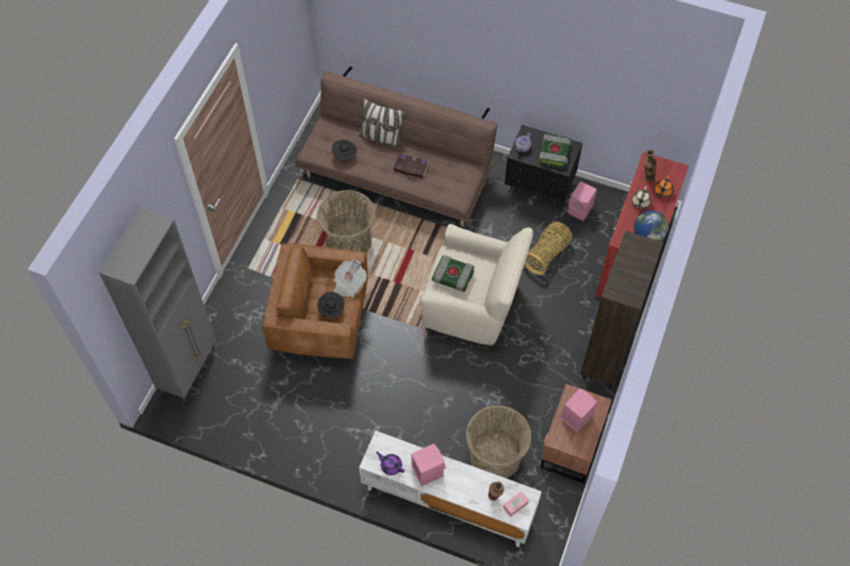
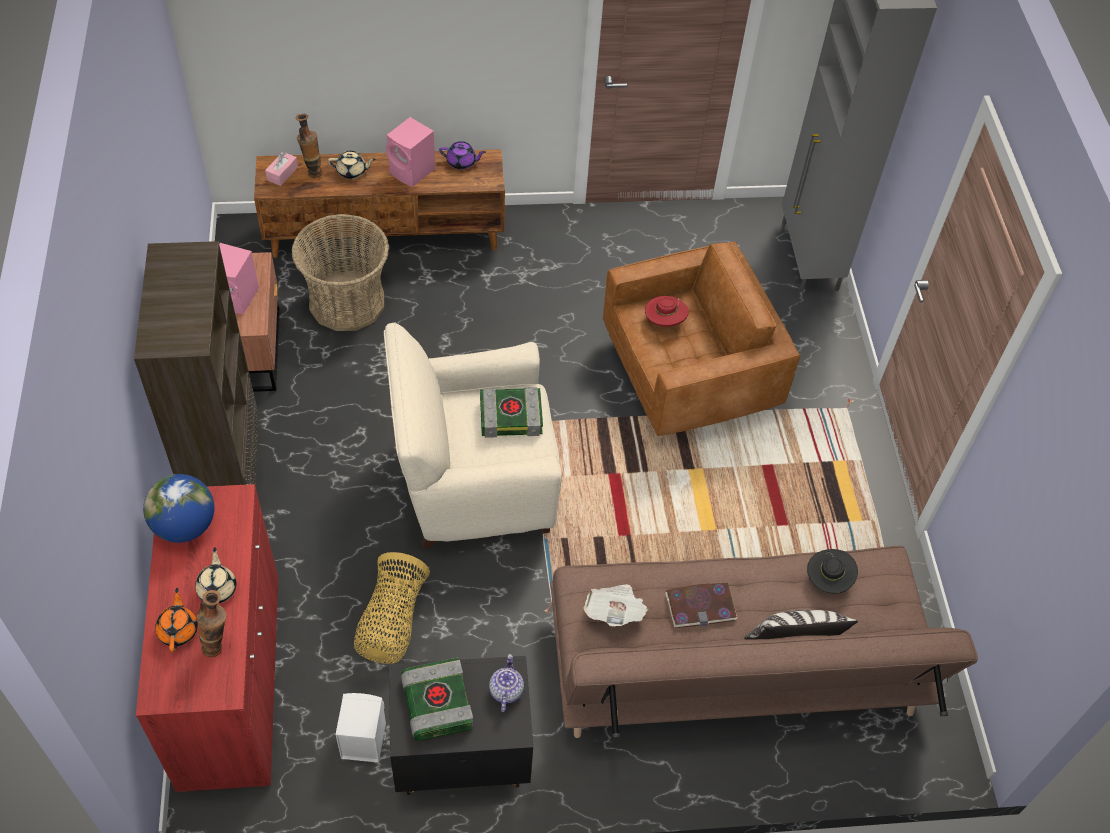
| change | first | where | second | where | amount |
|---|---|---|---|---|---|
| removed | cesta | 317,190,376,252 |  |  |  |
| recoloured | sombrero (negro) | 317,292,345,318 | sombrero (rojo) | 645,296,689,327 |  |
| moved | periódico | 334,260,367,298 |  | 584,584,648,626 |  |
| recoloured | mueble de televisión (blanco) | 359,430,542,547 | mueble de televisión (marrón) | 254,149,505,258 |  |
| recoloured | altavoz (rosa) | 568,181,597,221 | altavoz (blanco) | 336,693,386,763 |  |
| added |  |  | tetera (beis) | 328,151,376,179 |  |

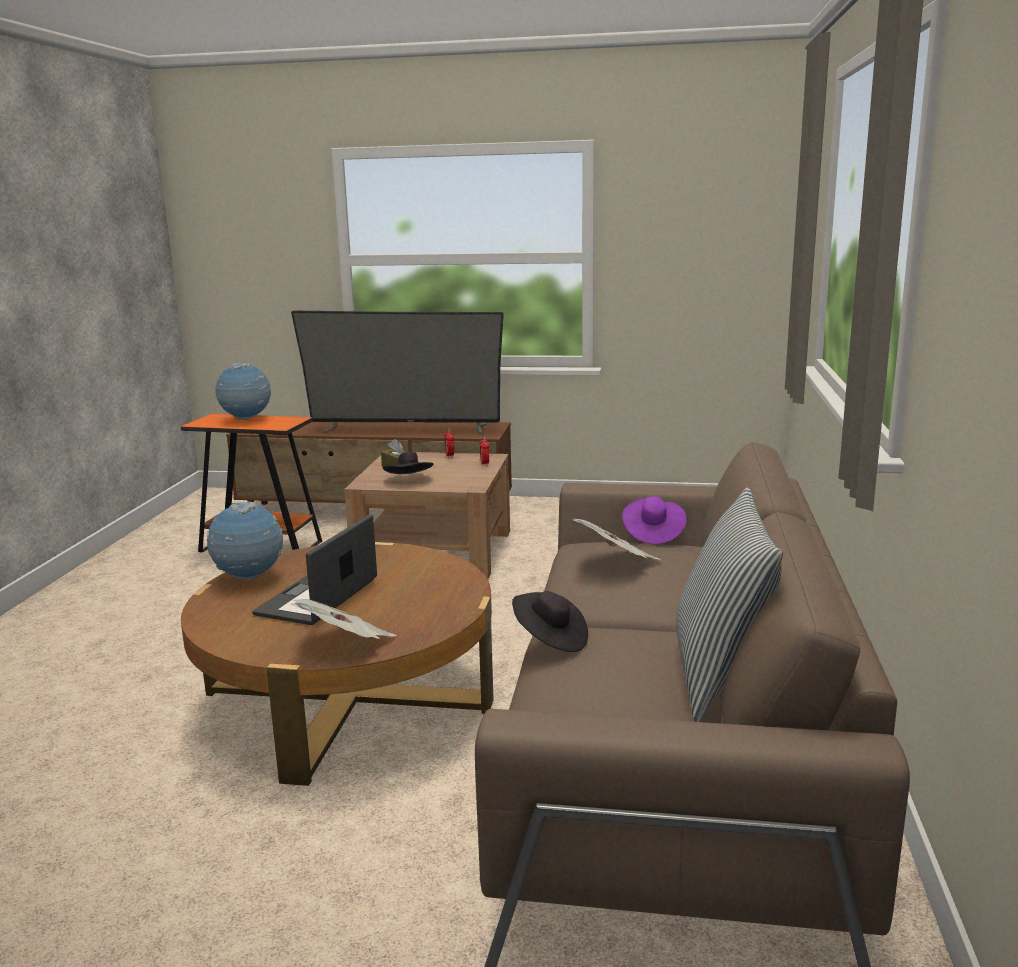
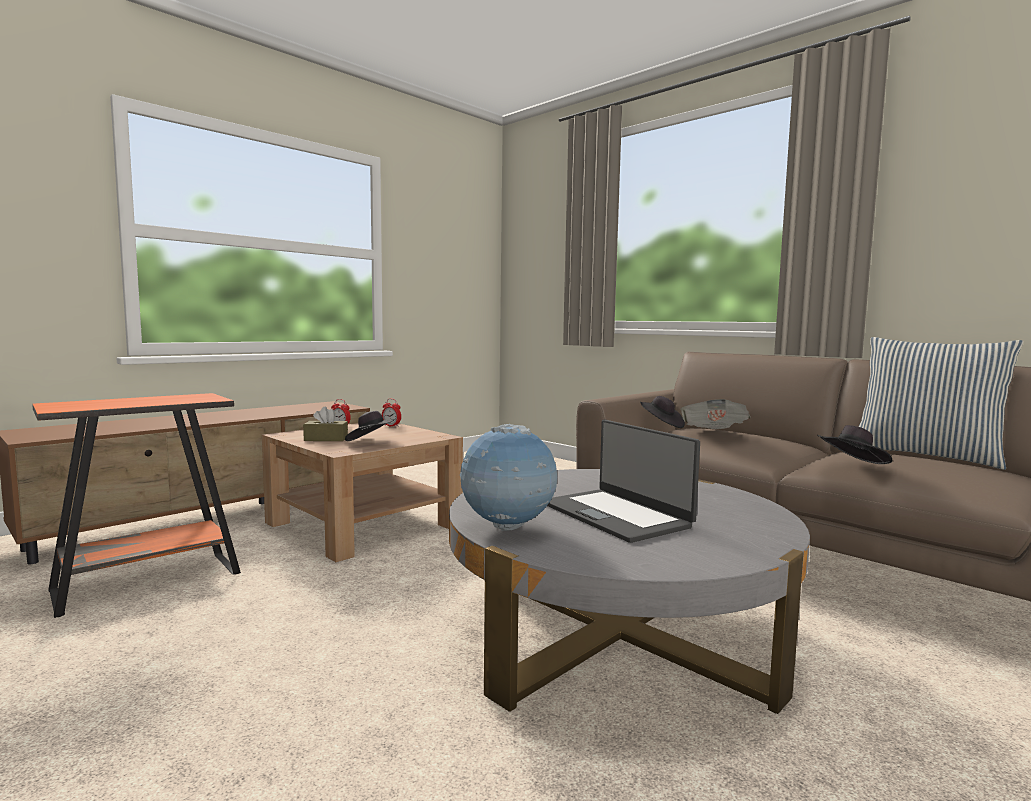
| change | first | where | second | where | amount |
|---|---|---|---|---|---|
| recoloured | mesa de centro (marrón) | 181,542,494,786 | mesa de centro (gris) | 449,469,810,714 |  |
| removed | globo terráqueo | 215,362,271,420 |  |  |  |
| removed | televisor | 291,311,504,434 |  |  |  |
| removed | periódico | 291,599,397,639 |  |  |  |
| recoloured | sombrero (morado) | 622,496,687,544 | sombrero (negro) | 640,396,685,428 |  |

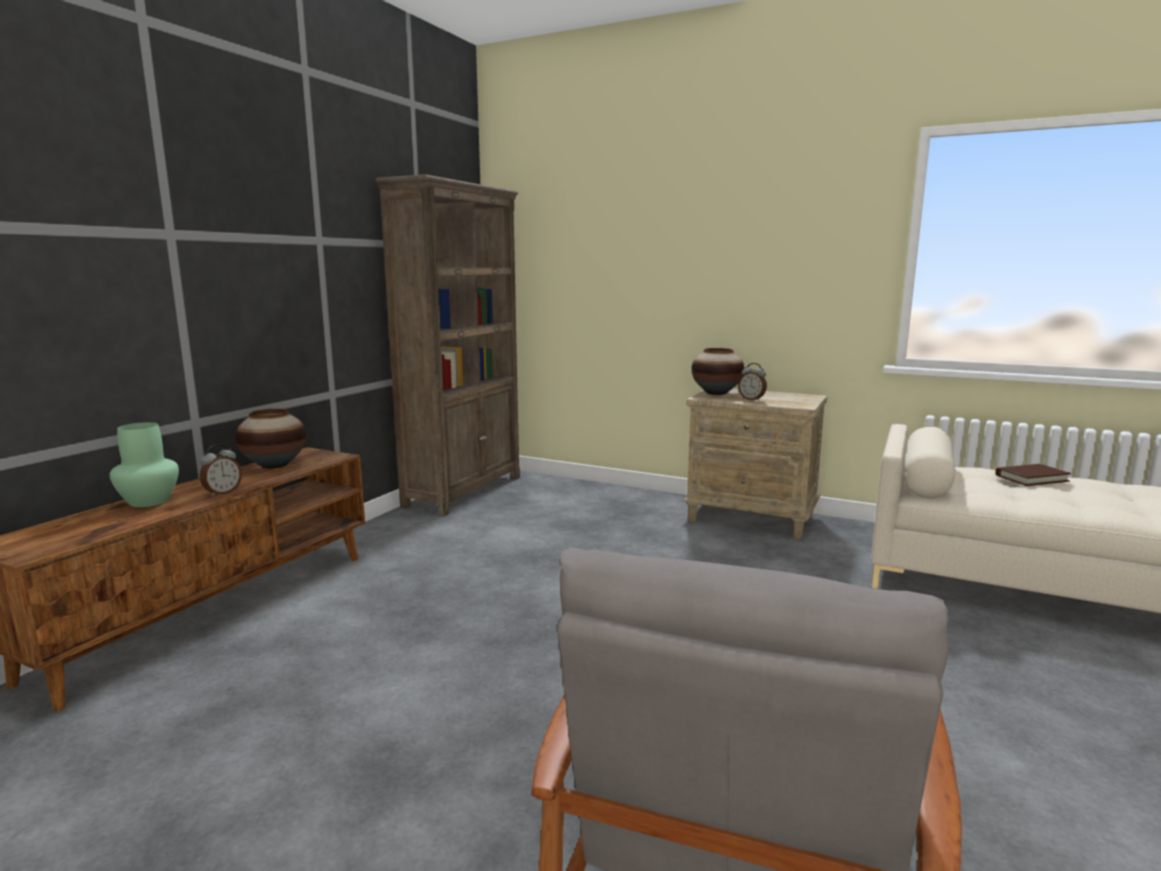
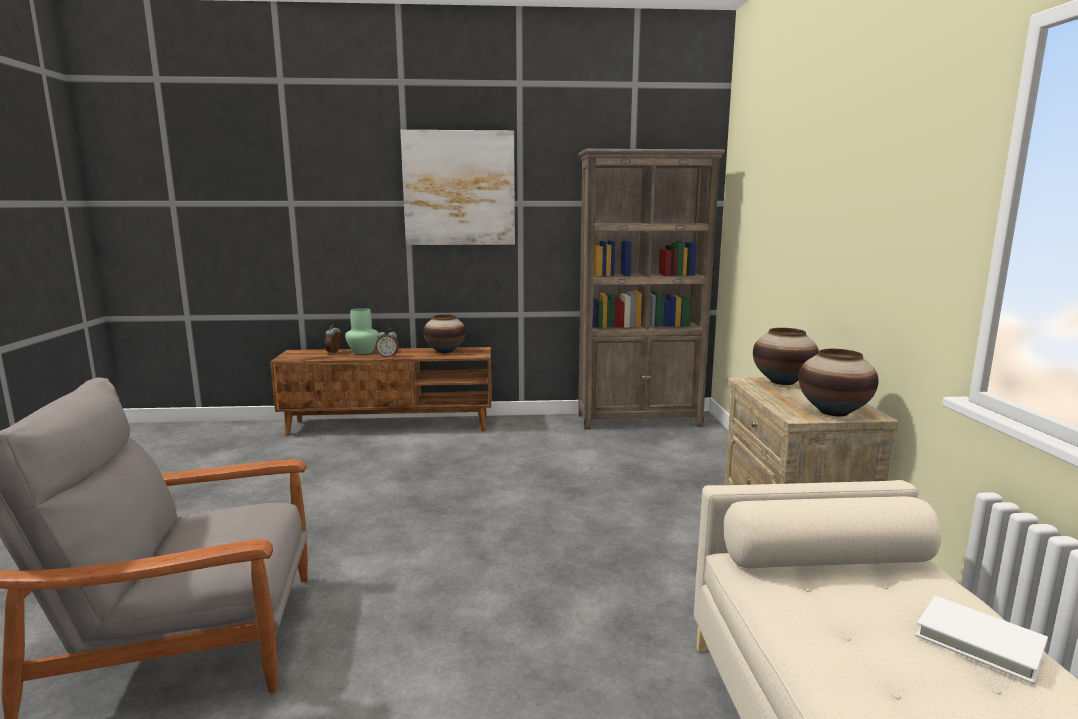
| change | first | where | second | where | amount |
|---|---|---|---|---|---|
| moved | despertador | 738,363,767,401 |  | 325,324,341,354 |  |
| recoloured | libro (marrón) | 995,464,1071,486 | libro (blanco) | 915,596,1048,684 |  |
| added |  |  | cuadro | 400,130,515,245 |  |
| added |  |  | florero | 799,349,879,416 |  |

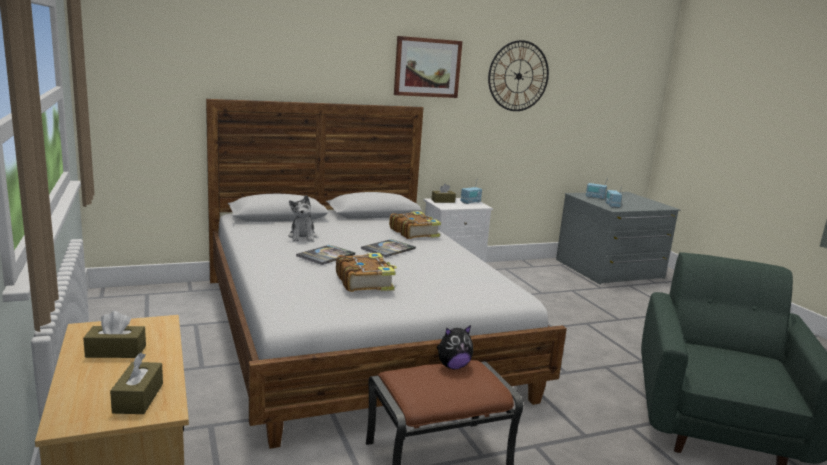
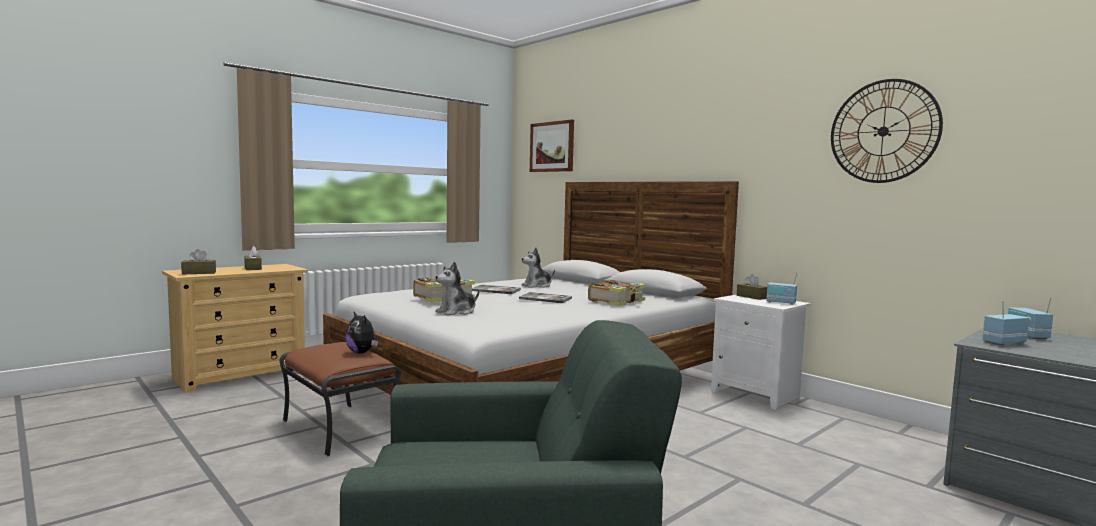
| change | first | where | second | where | amount |
|---|---|---|---|---|---|
| moved | cuadro | 394,36,463,98 |  | 530,119,574,172 |  |
| added |  |  | peluche | 435,261,479,316 |  |

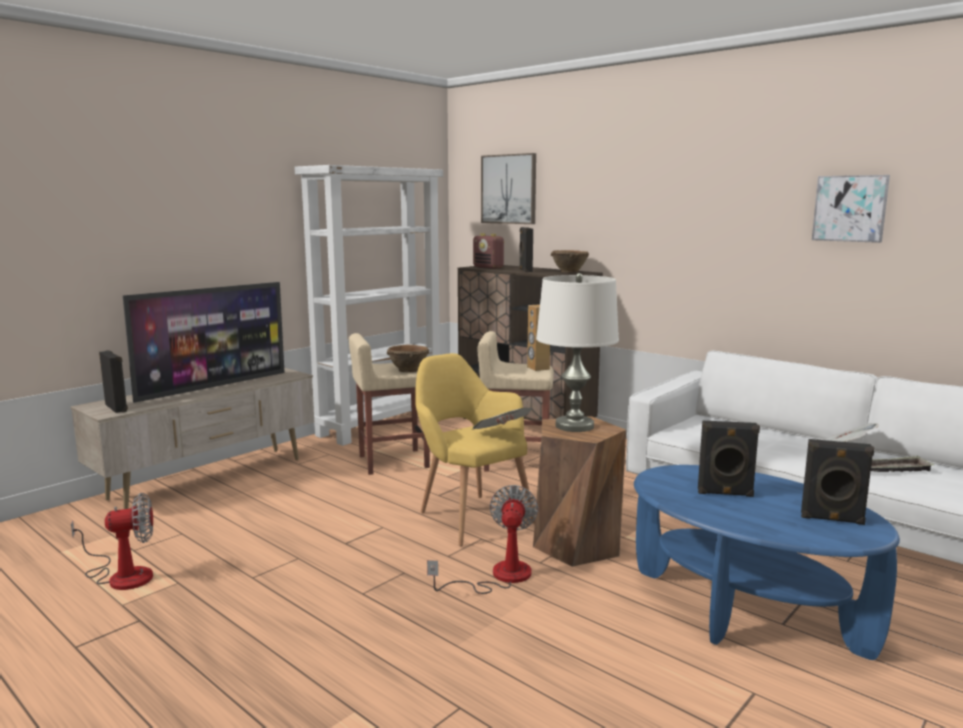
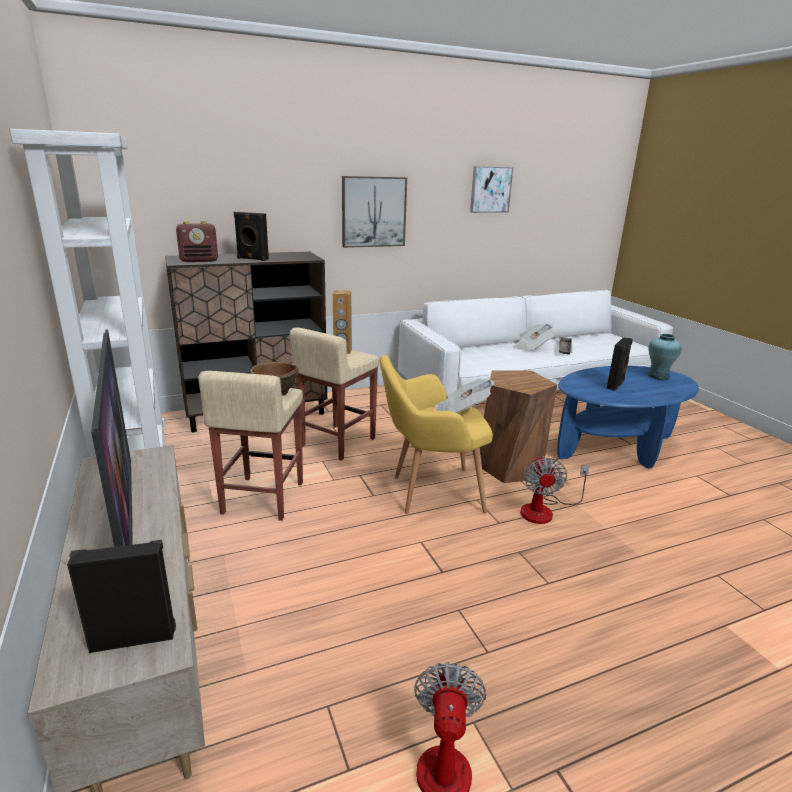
| change | first | where | second | where | amount |
|---|---|---|---|---|---|
| turned | ventilador | 427,485,539,594 |  | 520,456,590,524 | 120 degrees counterclockwise |
| moved | cuadro | 481,153,536,224 |  | 342,176,407,248 |  |
| removed | lámpara de mesa (blanco) | 536,273,619,432 |  |  |  |
| removed | cuenco (marrón) | 551,250,589,273 |  |  |  |
| replaced | altavoz (negro) | 801,439,875,525 | florero (turquesa) | 648,334,682,380 |  |

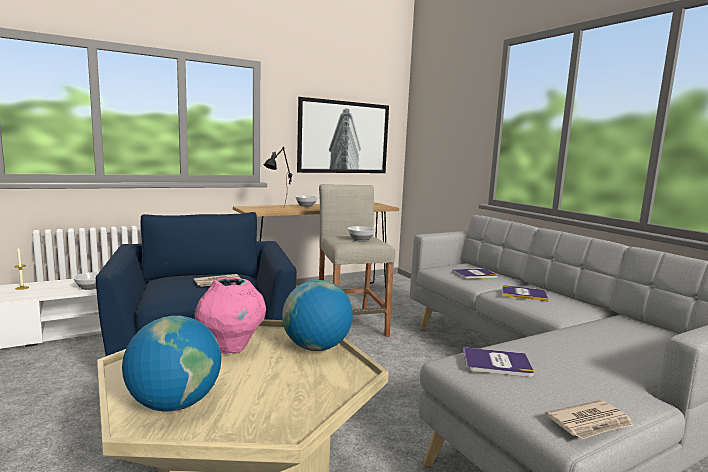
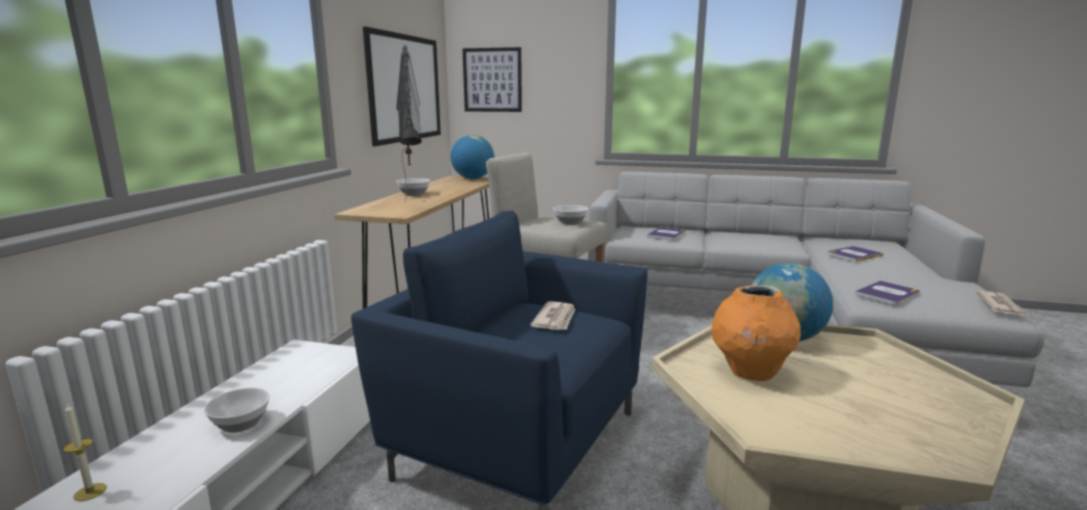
| change | first | where | second | where | amount |
|---|---|---|---|---|---|
| moved | globo terráqueo | 122,316,221,412 |  | 451,135,495,179 |  |
| recoloured | florero (rosa) | 194,278,266,354 | florero (naranja) | 711,286,801,381 |  |
| moved | libro | 502,285,549,302 |  | 828,246,884,262 |  |
| added |  |  | cuadro | 462,47,522,112 |  |

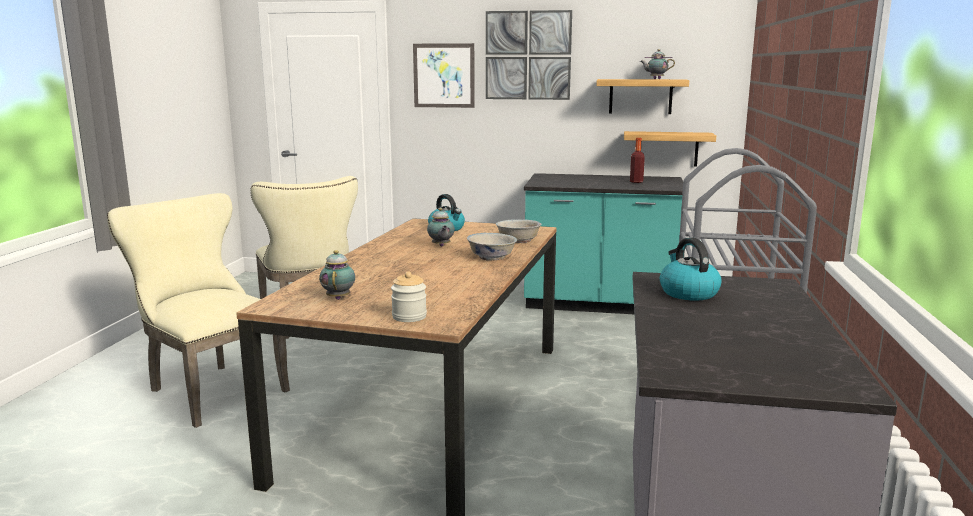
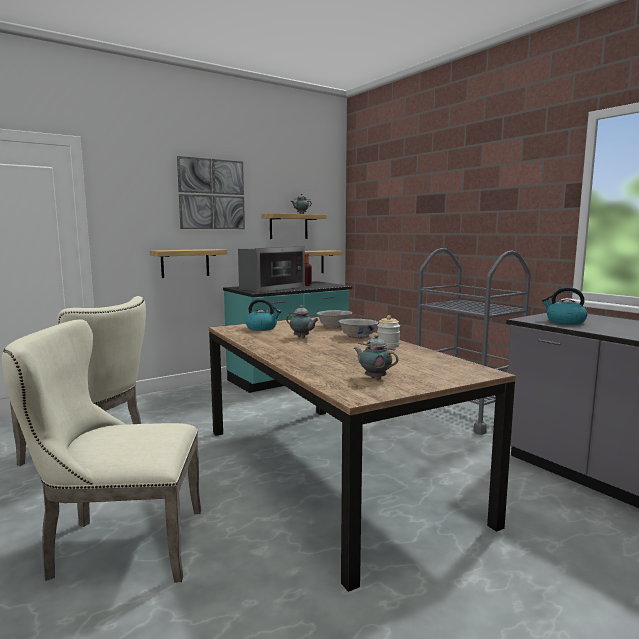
| change | first | where | second | where | amount |
|---|---|---|---|---|---|
| moved | tarro | 391,271,427,322 |  | 377,315,400,348 |  |
| removed | cuadro | 413,43,475,108 |  |  |  |
| added |  |  | estante | 150,249,227,278 |  |
| added |  |  | microondas | 238,246,305,293 |  |

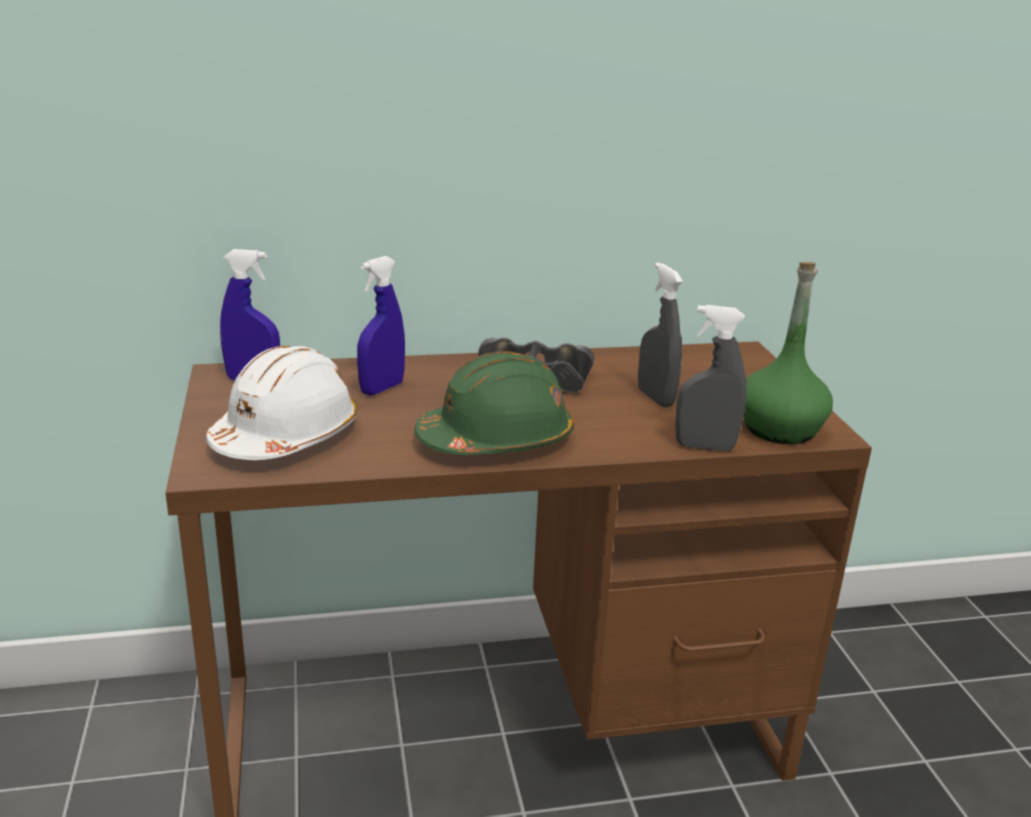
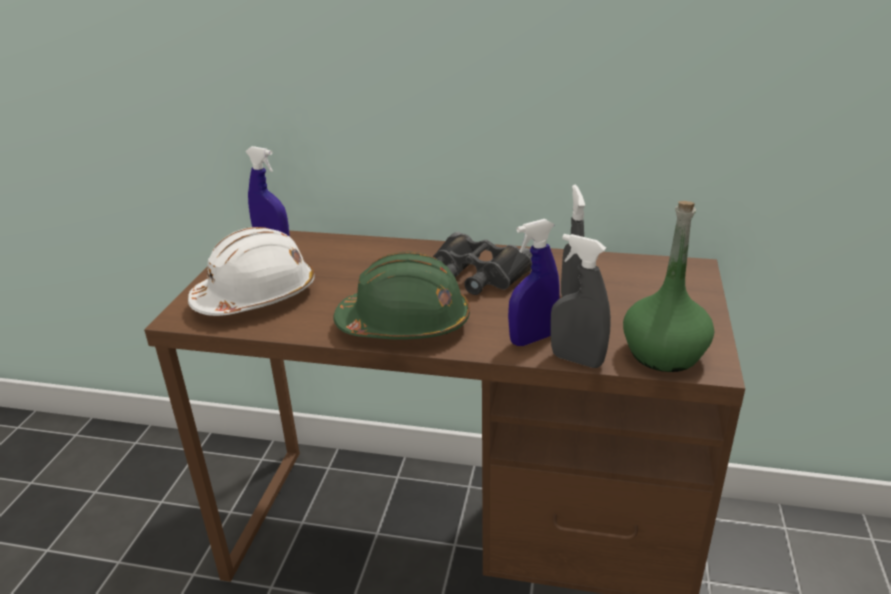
| change | first | where | second | where | amount |
|---|---|---|---|---|---|
| moved | pulverizador (azul) | 357,256,405,396 |  | 508,219,560,346 |  |

